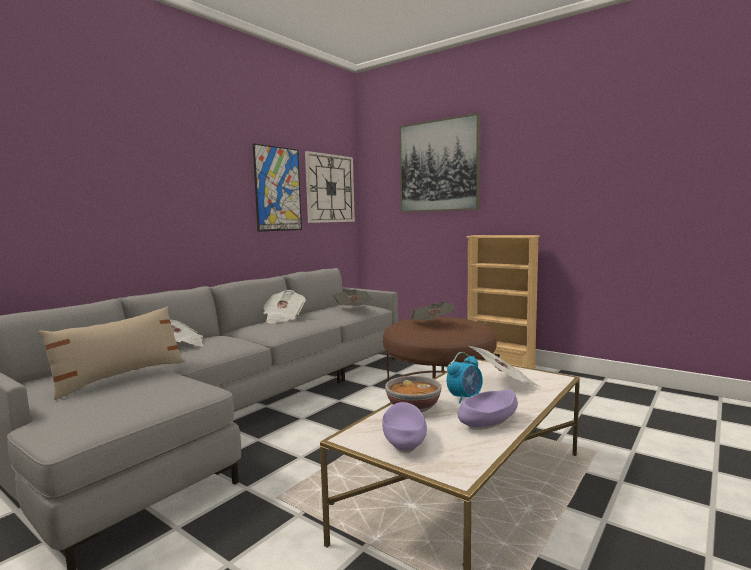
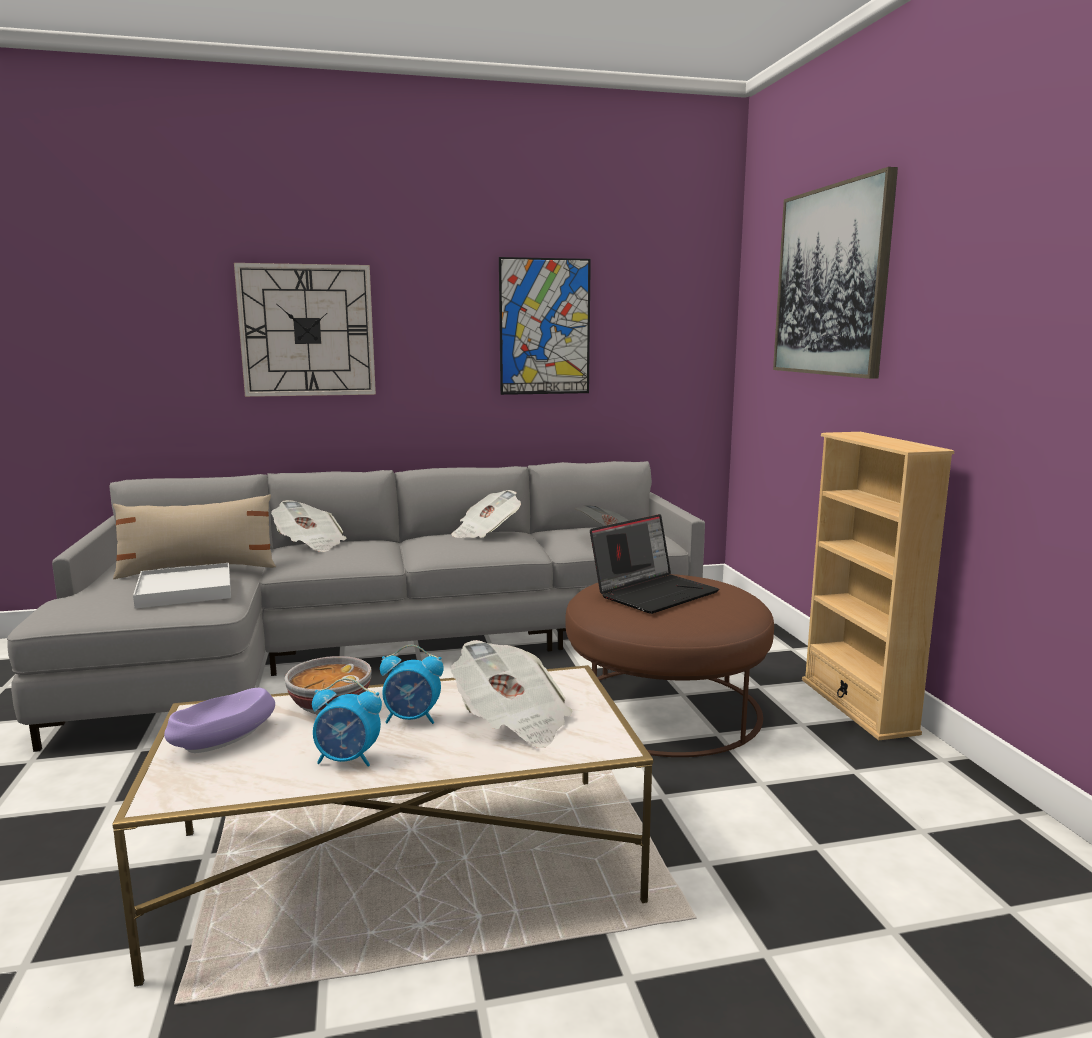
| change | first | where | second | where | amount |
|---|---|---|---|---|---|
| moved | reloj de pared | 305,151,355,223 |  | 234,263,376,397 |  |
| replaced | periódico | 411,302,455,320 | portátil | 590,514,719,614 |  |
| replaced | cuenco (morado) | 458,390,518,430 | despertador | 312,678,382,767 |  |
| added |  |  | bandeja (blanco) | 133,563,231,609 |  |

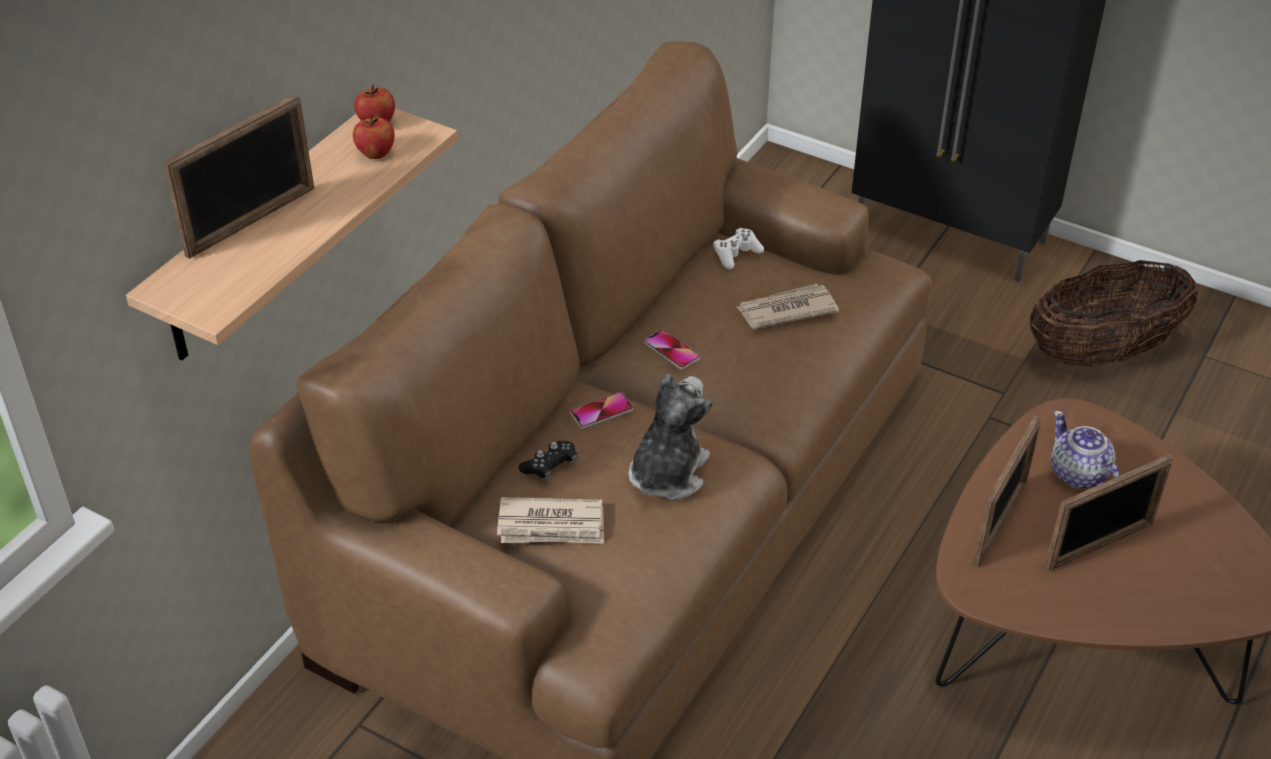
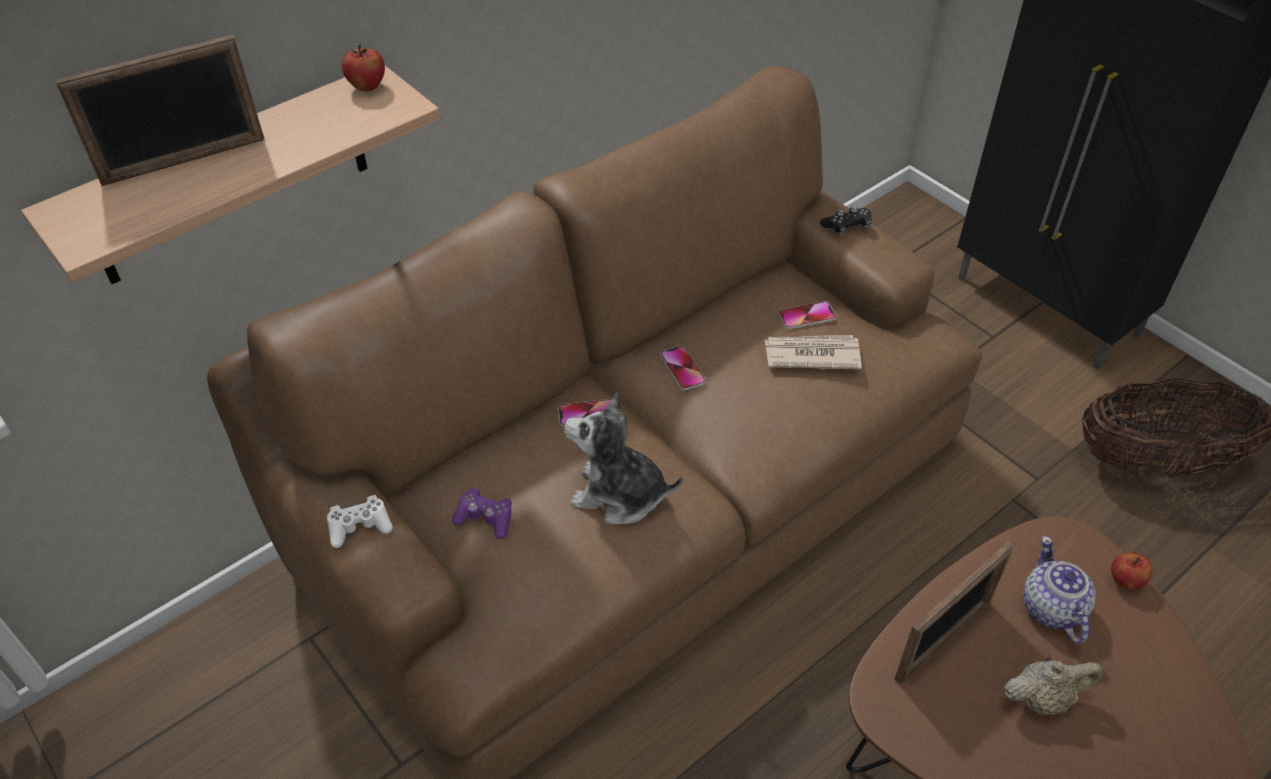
| change | first | where | second | where | amount |
|---|---|---|---|---|---|
| moved | manzana | 353,114,395,159 |  | 1111,553,1152,590 |  |
| replaced | periódico | 497,497,604,544 | mando de consola (morado) | 452,488,512,539 |  |
| moved | mando de consola (negro) | 519,441,577,481 |  | 820,206,872,236 |  |
| turned | peluche | 628,374,712,500 |  | 564,392,683,524 | 120 degrees counterclockwise |
| moved | mando de consola (blanco) | 713,228,764,270 |  | 327,495,393,548 |  |
| replaced | portarretratos | 1045,454,1173,571 | tetera (beis) | 1004,660,1104,715 |  |
| added |  |  | móvil | 778,301,836,329 |  |

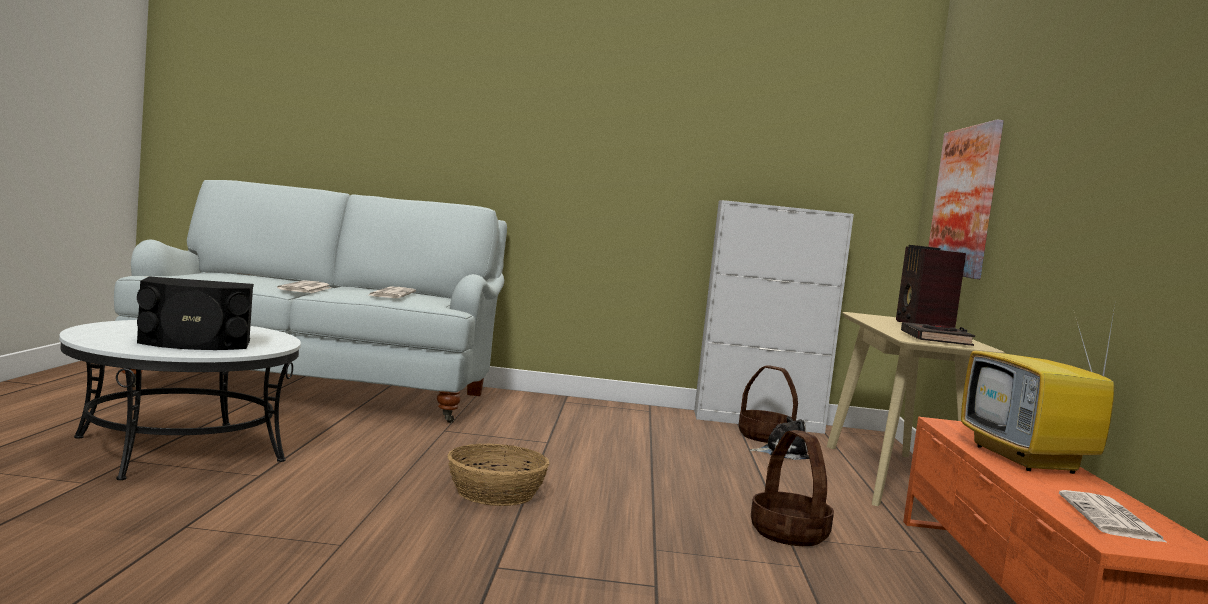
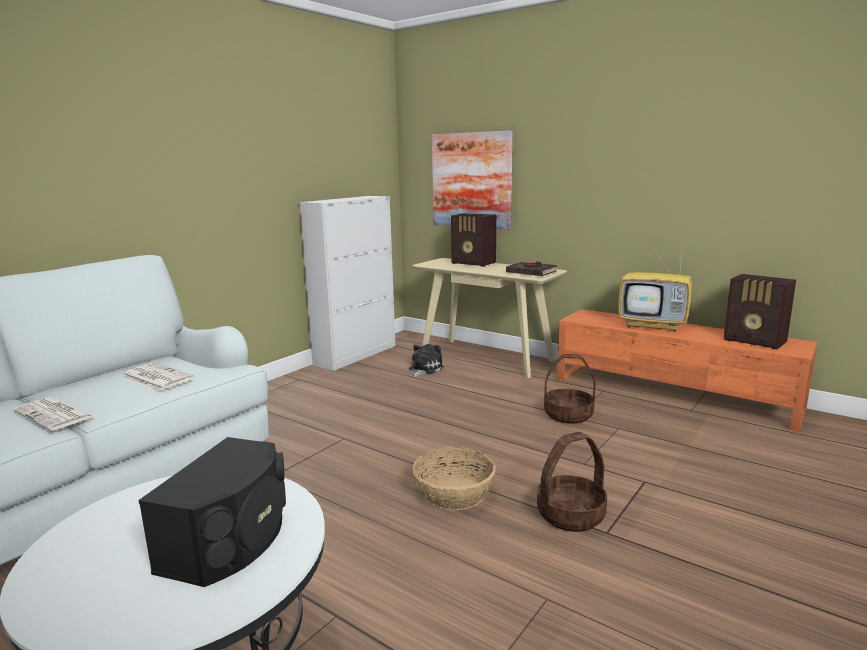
| change | first | where | second | where | amount |
|---|---|---|---|---|---|
| moved | cesta | 739,365,798,443 |  | 537,432,607,532 |  |
| replaced | periódico | 1059,490,1168,543 | radio | 724,274,796,350 |  |

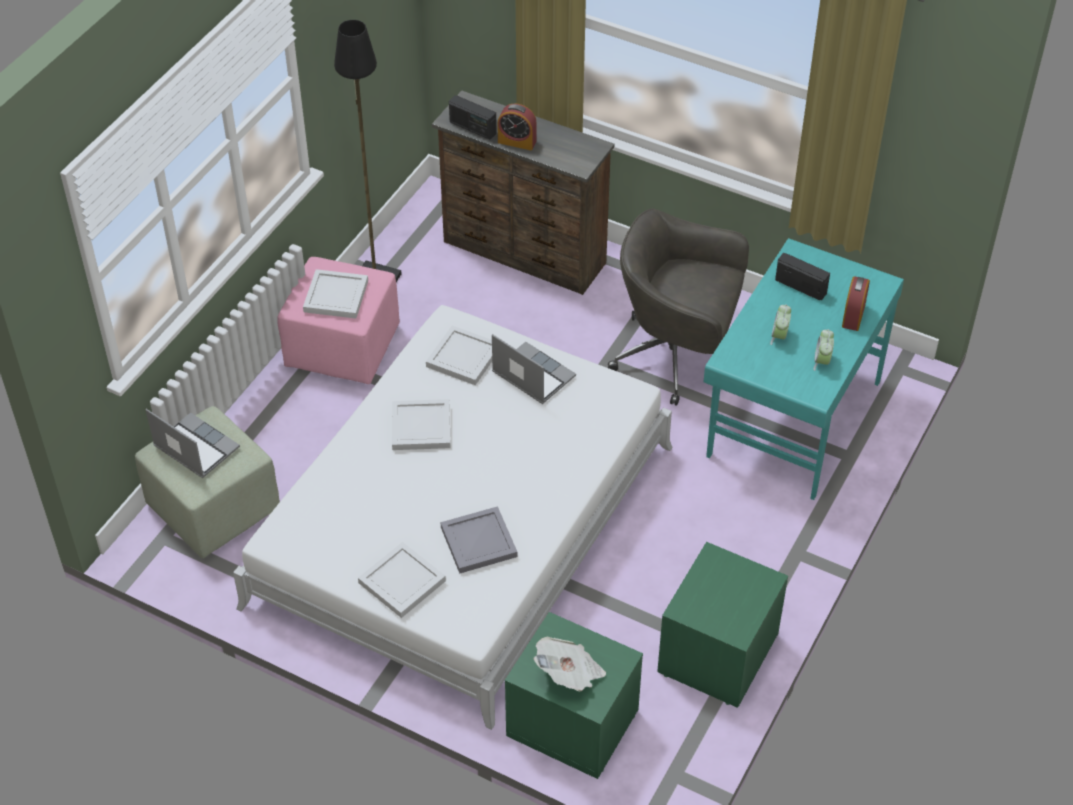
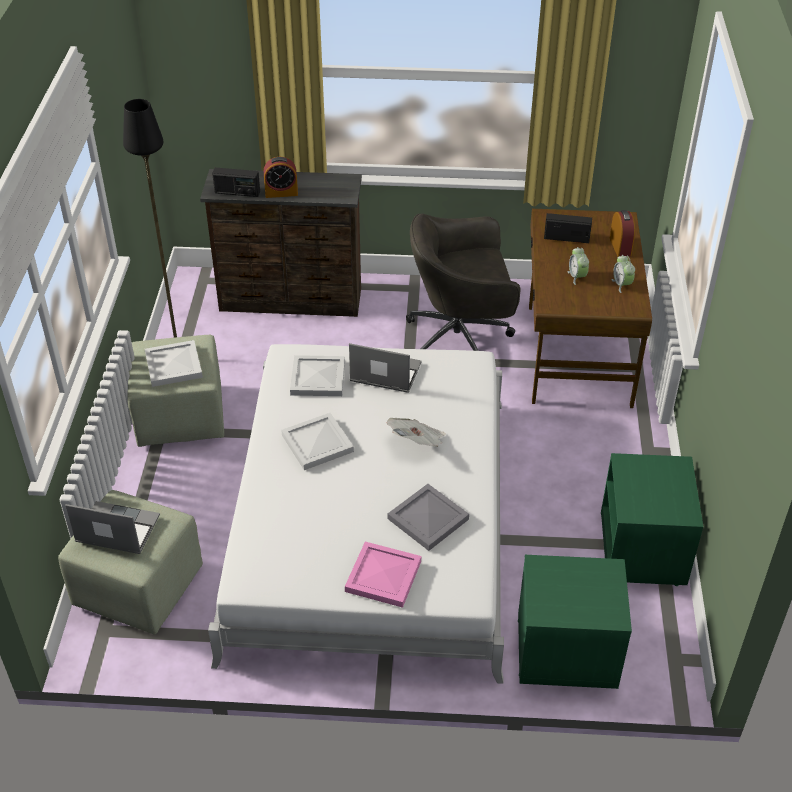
| change | first | where | second | where | amount |
|---|---|---|---|---|---|
| recoloured | puf (rosa) | 277,257,400,384 | puf (verde) | 127,335,224,447 |  |
| recoloured | bandeja (blanco) | 358,542,446,618 | bandeja (rosa) | 345,542,421,608 |  |
| moved | periódico | 533,637,606,691 |  | 387,418,446,447 |  |
| recoloured | escritorio (turquesa) | 703,238,904,500 | escritorio (marrón) | 529,209,652,408 |  |

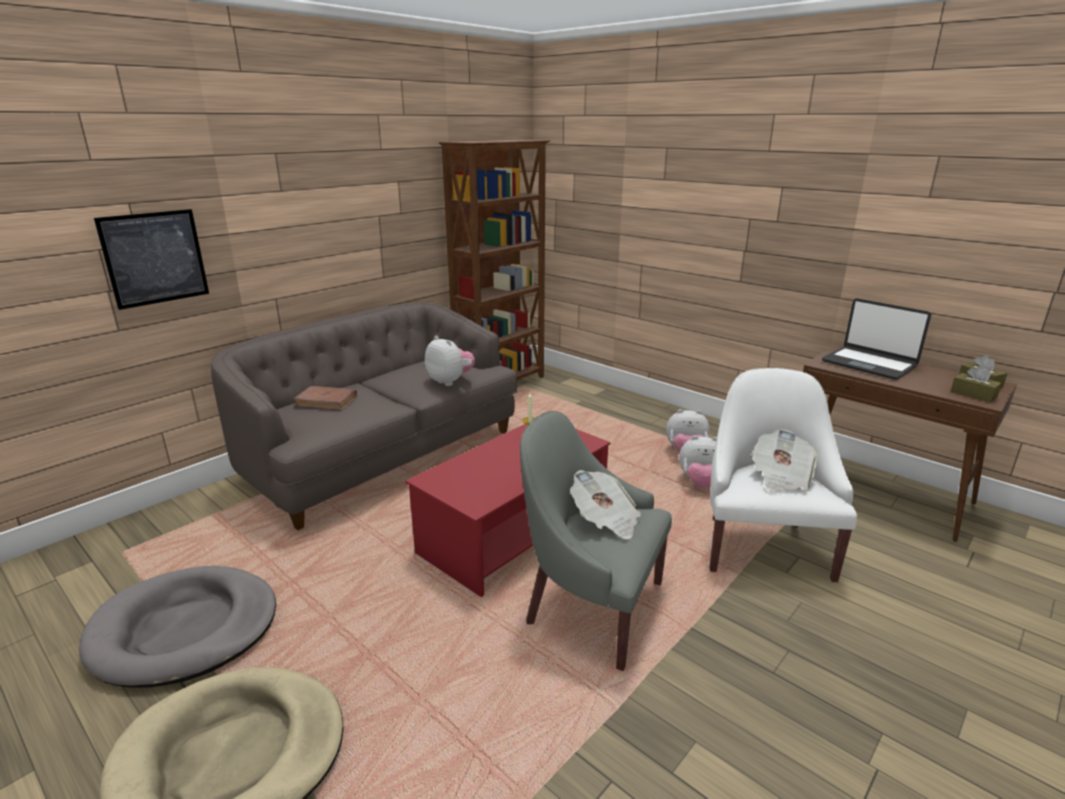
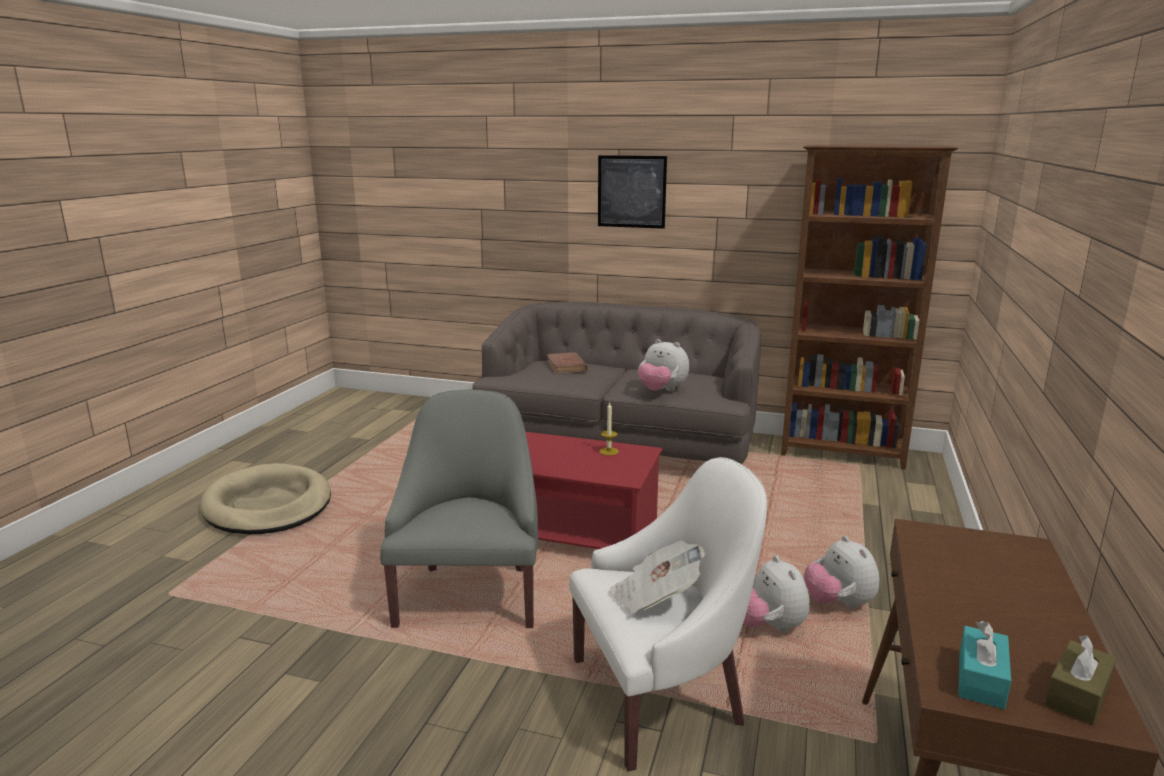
| change | first | where | second | where | amount |
|---|---|---|---|---|---|
| removed | cama para perro (gris) | 79,566,276,687 |  |  |  |
| moved | cuadro | 94,209,209,310 |  | 598,155,667,229 |  |
| turned | peluche | 425,336,475,386 |  | 638,339,689,391 | 105 degrees clockwise |
| removed | periódico | 570,470,641,539 |  |  |  |
| removed | portátil | 822,298,931,380 |  |  |  |
| recoloured | caja de pañuelos (marrón) | 951,366,1002,402 | caja de pañuelos (turquesa) | 958,621,1011,709 |  |

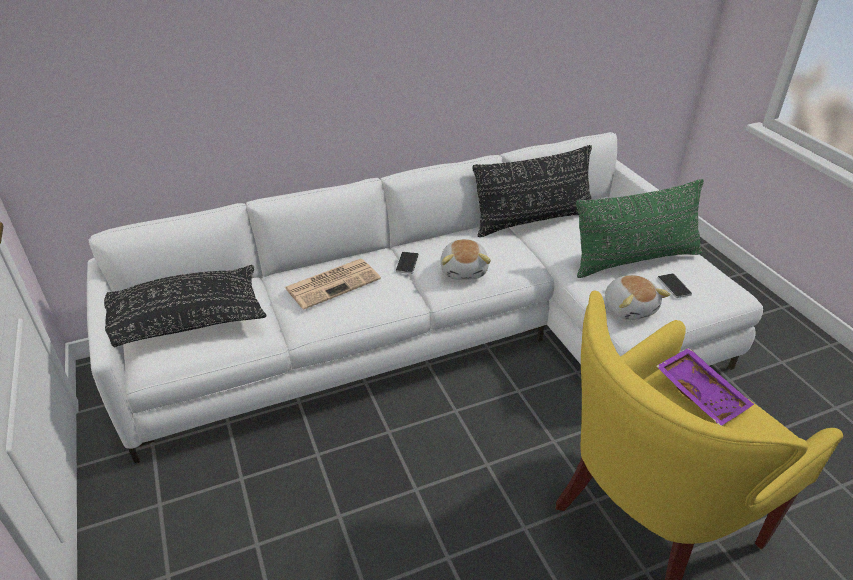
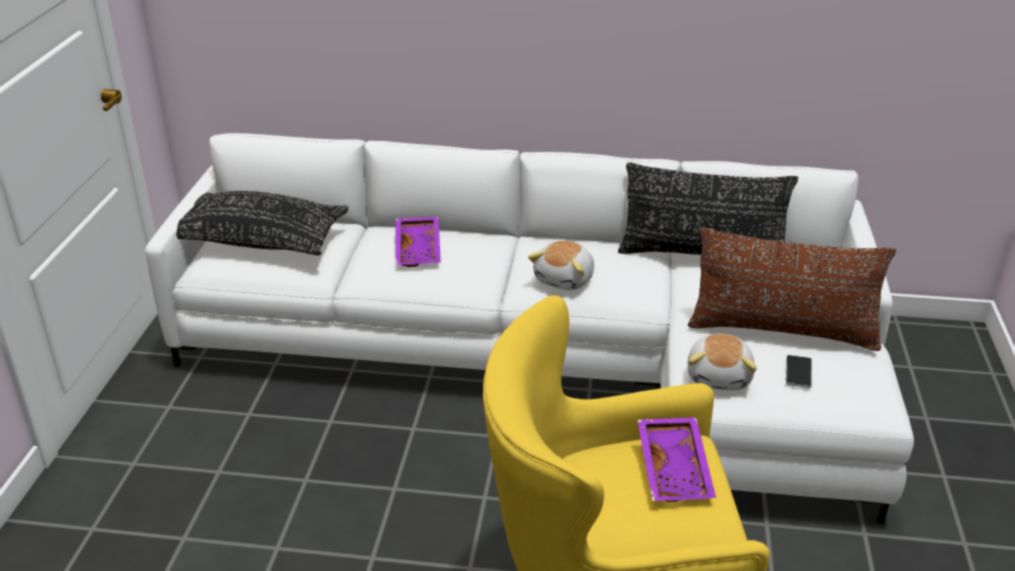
| change | first | where | second | where | amount |
|---|---|---|---|---|---|
| replaced | periódico | 285,258,381,310 | bandeja (morado) | 396,217,441,267 |  |
| removed | móvil | 396,252,419,274 |  |  |  |
| recoloured | cojín (verde) | 576,179,704,278 | cojín (marrón) | 688,227,896,351 |  |

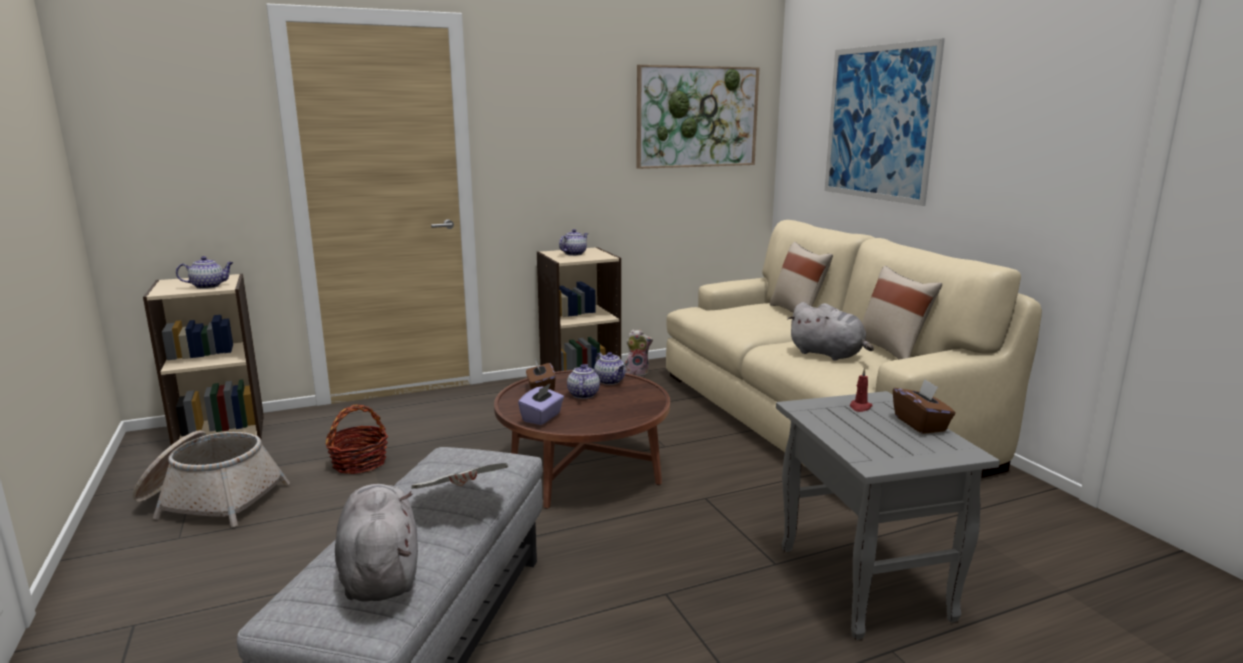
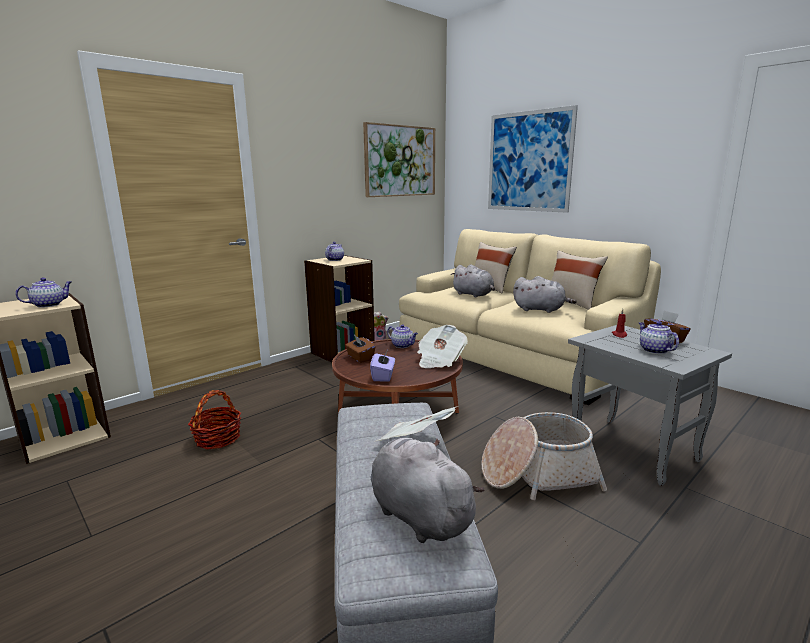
| change | first | where | second | where | amount |
|---|---|---|---|---|---|
| moved | cesta | 133,430,290,527 |  | 481,412,607,500 |  |
| moved | tetera | 567,364,600,399 |  | 639,321,679,354 |  |
| added |  |  | periódico | 417,325,468,368 |  |
| added |  |  | peluche (gris) | 451,265,495,297 |  |

